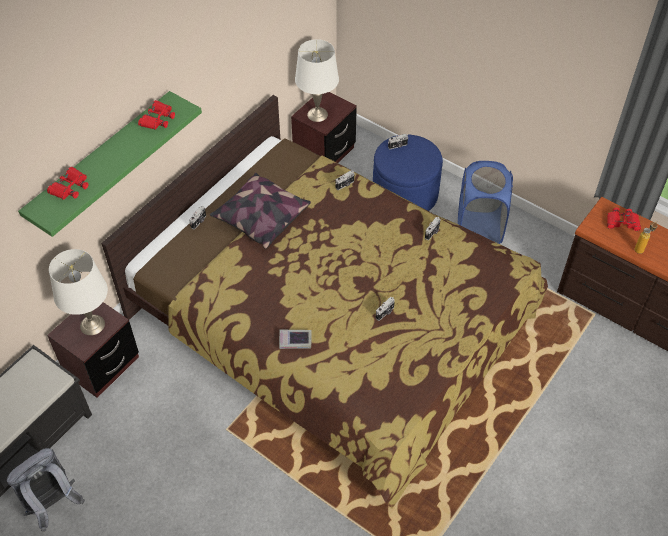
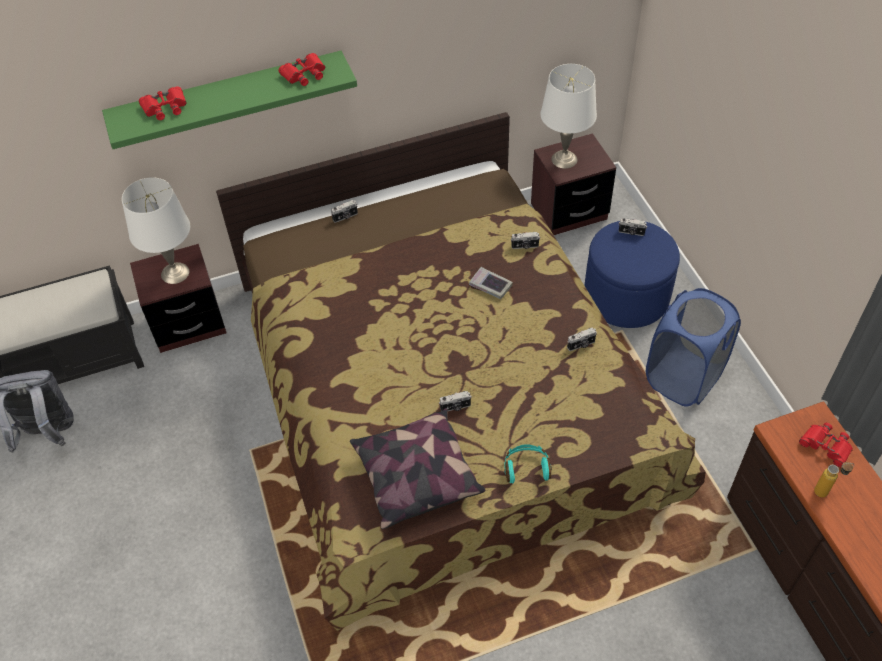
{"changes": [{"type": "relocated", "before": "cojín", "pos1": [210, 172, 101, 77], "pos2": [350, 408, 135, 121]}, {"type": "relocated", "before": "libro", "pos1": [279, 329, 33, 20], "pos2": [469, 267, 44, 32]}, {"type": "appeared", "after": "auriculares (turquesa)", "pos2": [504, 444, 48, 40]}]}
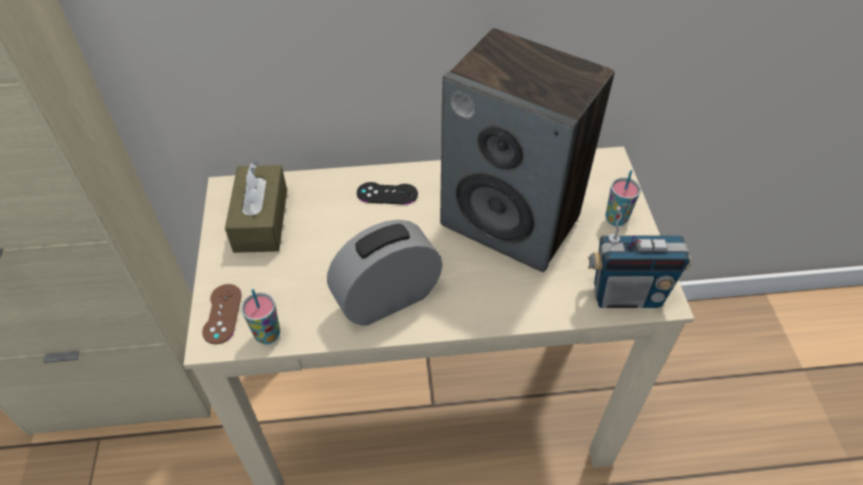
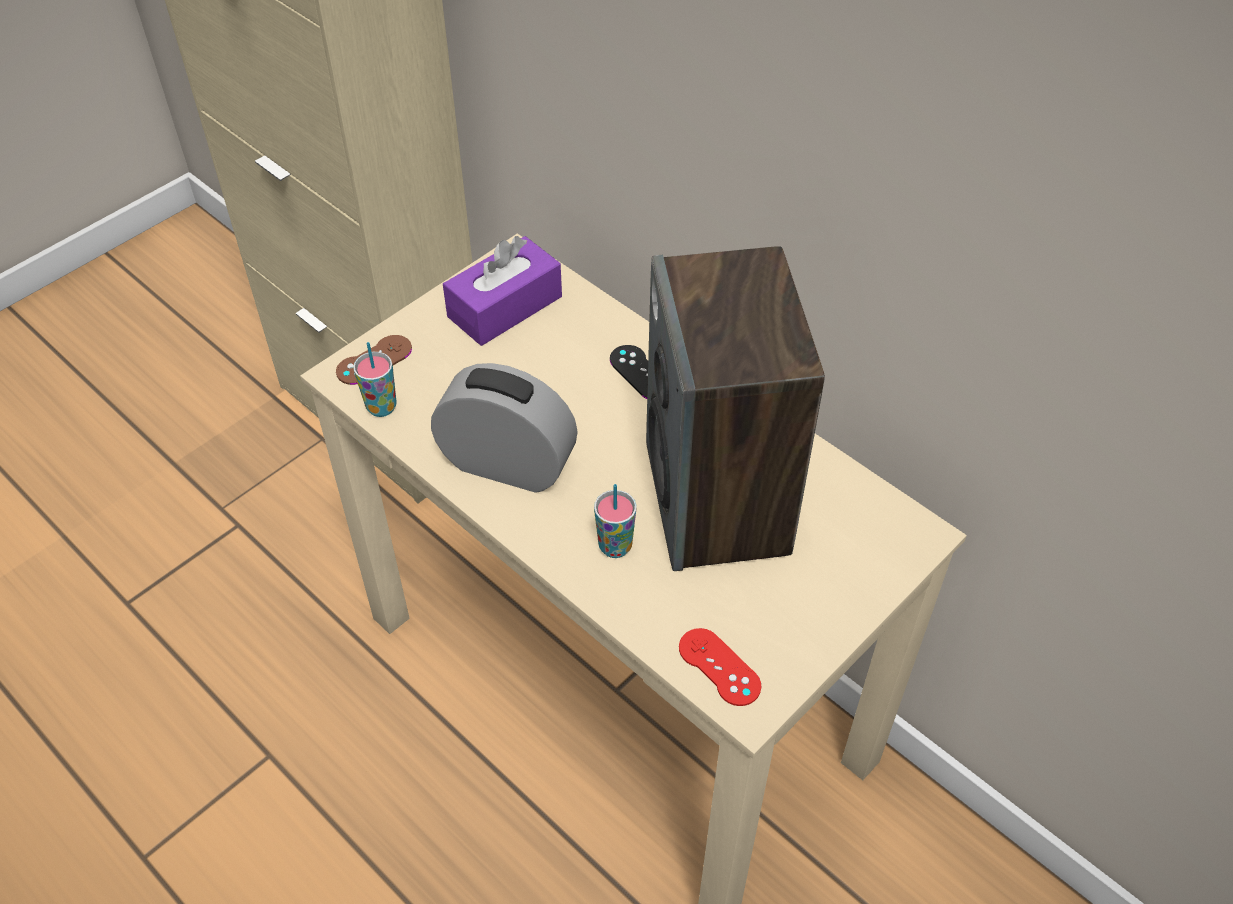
{"changes": [{"type": "colour", "before": "caja de pañuelos (marrón)", "after": "caja de pañuelos (morado)", "pos1": [225, 161, 62, 92], "pos2": [443, 236, 119, 110]}, {"type": "exchanged", "before": "radio", "after": "mando de consola (rojo)", "pos1": [588, 206, 104, 102], "pos2": [679, 628, 82, 78]}, {"type": "relocated", "before": "taza", "pos1": [606, 170, 35, 56], "pos2": [594, 484, 43, 74]}]}
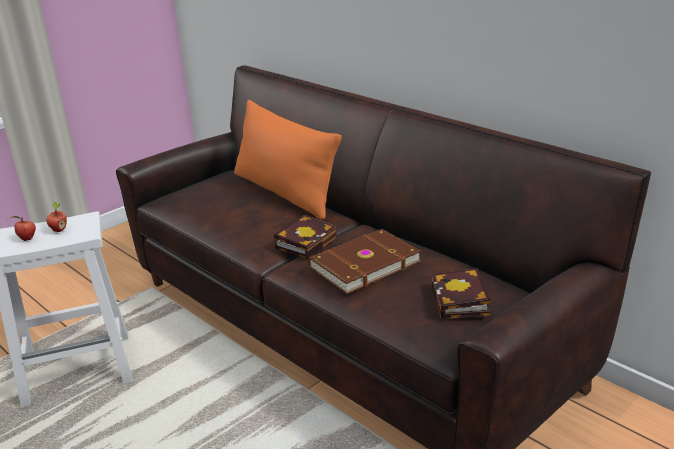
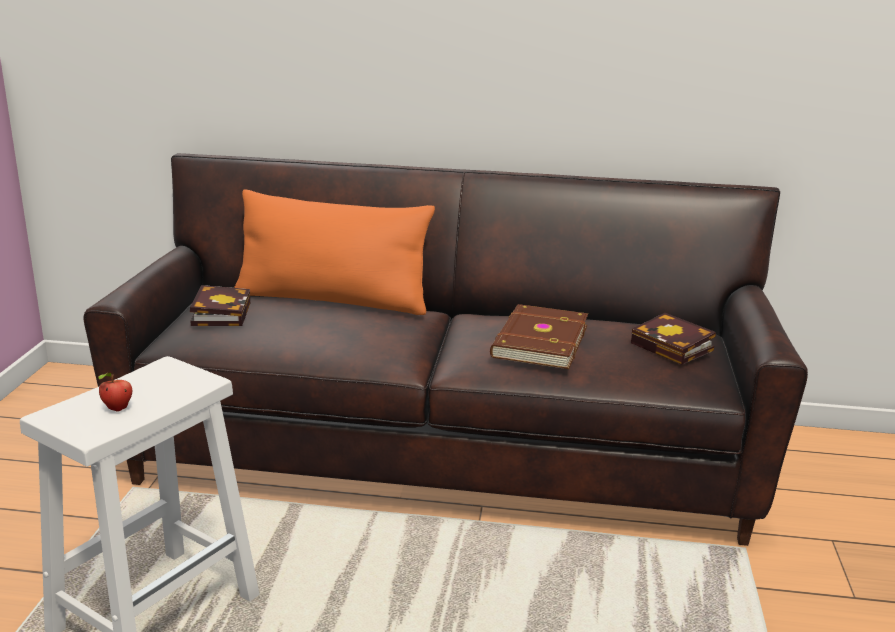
{"changes": [{"type": "missing", "before": "manzana", "pos1": [47, 202, 20, 30]}, {"type": "relocated", "before": "libro", "pos1": [274, 215, 63, 44], "pos2": [190, 285, 60, 41]}]}
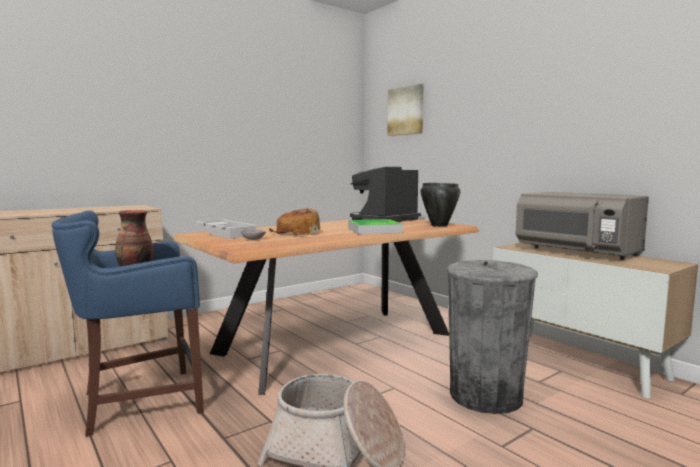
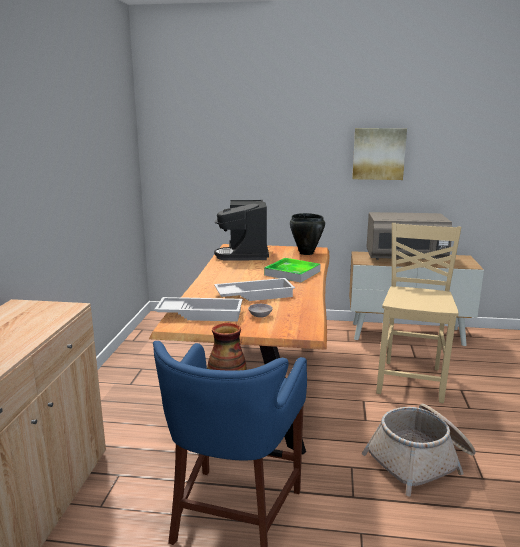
{"changes": [{"type": "exchanged", "before": "pan", "after": "bandeja (blanco)", "pos1": [269, 208, 51, 27], "pos2": [214, 278, 81, 23]}, {"type": "relocated", "before": "cuadro", "pos1": [387, 84, 37, 52], "pos2": [352, 128, 55, 52]}, {"type": "exchanged", "before": "papelera (gris)", "after": "silla (beis)", "pos1": [446, 260, 92, 154], "pos2": [376, 223, 85, 180]}]}
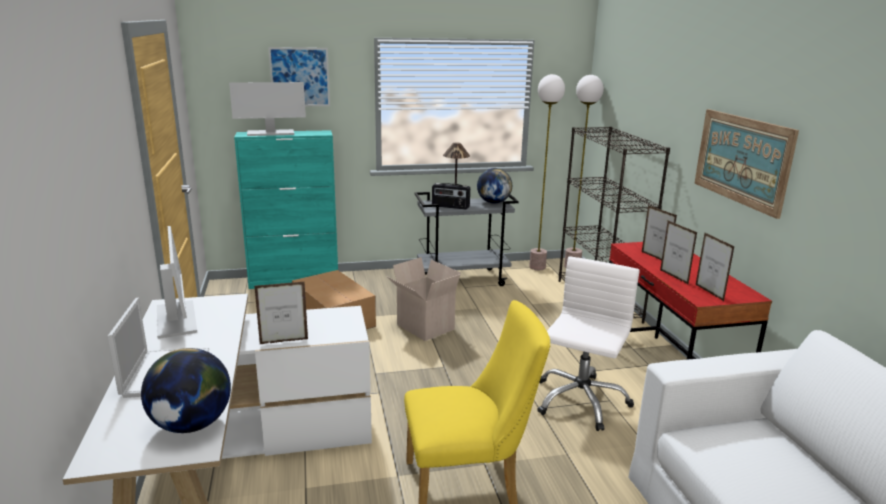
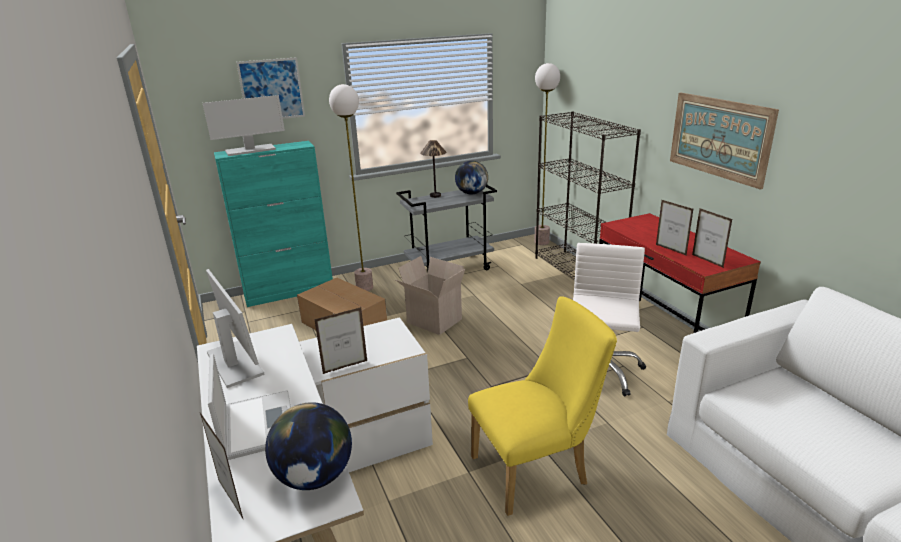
{"changes": [{"type": "missing", "before": "radio", "pos1": [432, 183, 38, 26]}, {"type": "relocated", "before": "lámpara de pie", "pos1": [529, 74, 36, 196], "pos2": [329, 84, 44, 207]}, {"type": "relocated", "before": "portarretratos", "pos1": [642, 205, 35, 56], "pos2": [200, 413, 43, 105]}]}
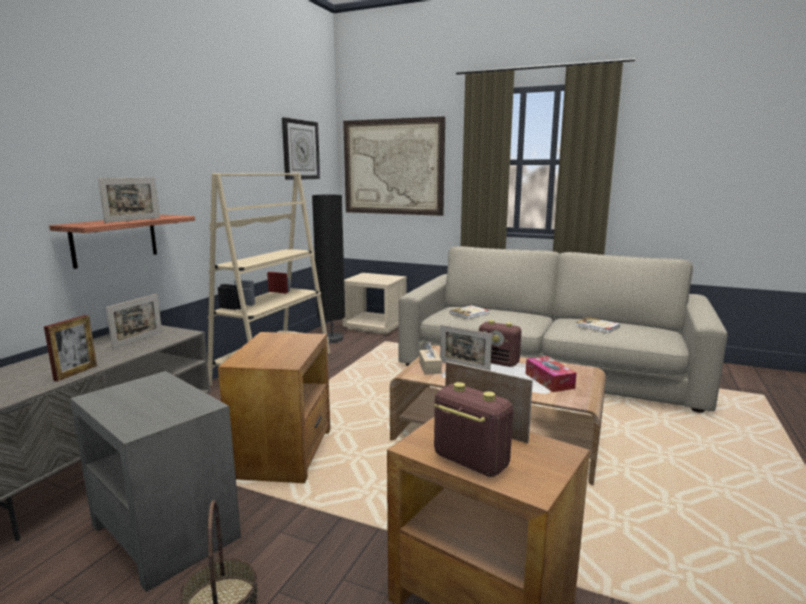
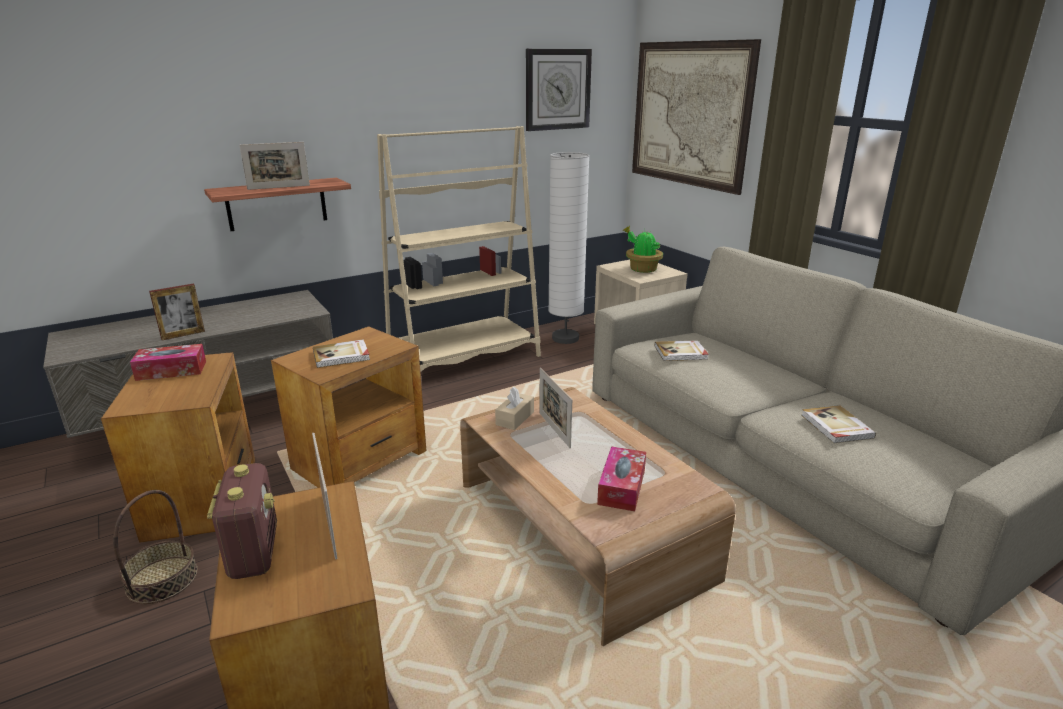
{"changes": [{"type": "colour", "before": "mesa auxiliar (gris)", "after": "mesa auxiliar (marrón)", "pos1": [70, 371, 171, 221], "pos2": [101, 352, 154, 191]}, {"type": "missing", "before": "portarretratos", "pos1": [106, 294, 56, 56]}, {"type": "colour", "before": "lámpara de pie (negro)", "after": "lámpara de pie (blanco)", "pos1": [312, 195, 33, 148], "pos2": [548, 152, 42, 192]}, {"type": "missing", "before": "radio", "pos1": [479, 320, 42, 47]}, {"type": "appeared", "after": "caja de pañuelos", "pos2": [130, 344, 76, 37]}, {"type": "appeared", "after": "libro", "pos2": [313, 340, 57, 28]}, {"type": "appeared", "after": "planta en maceta", "pos2": [622, 226, 41, 47]}]}
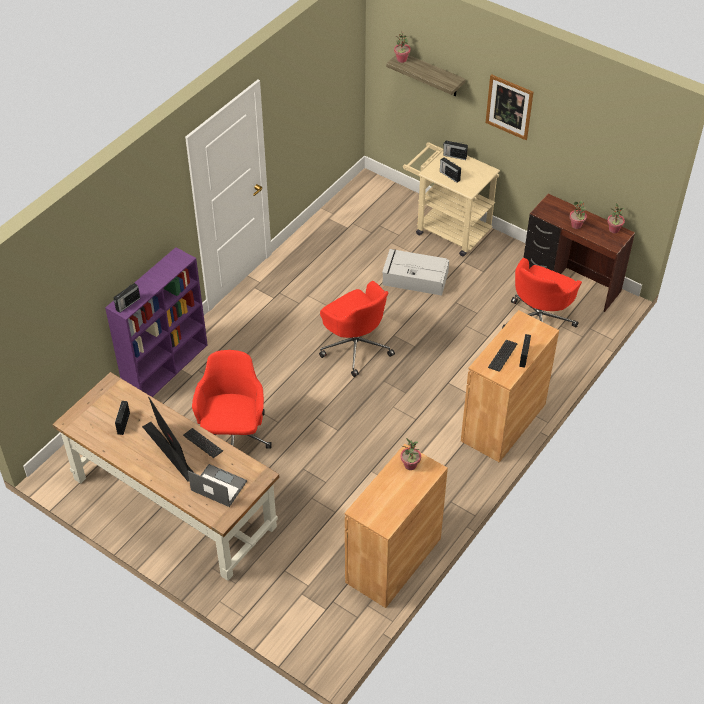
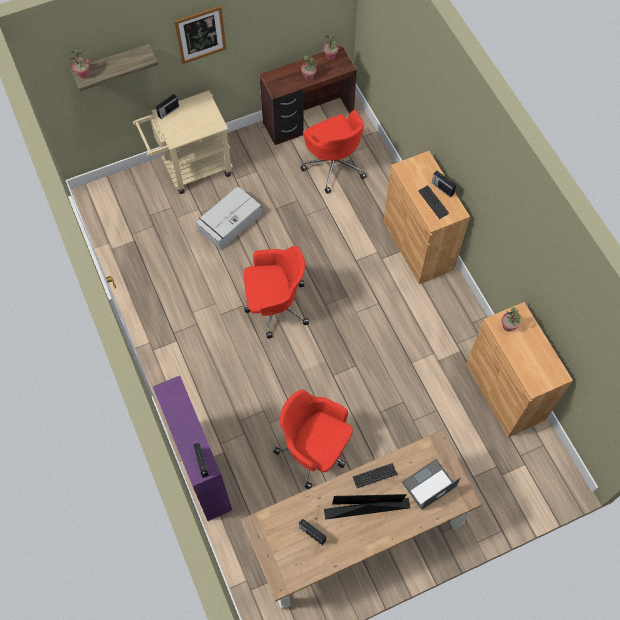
{"changes": [{"type": "missing", "before": "radio", "pos1": [440, 157, 21, 26]}]}
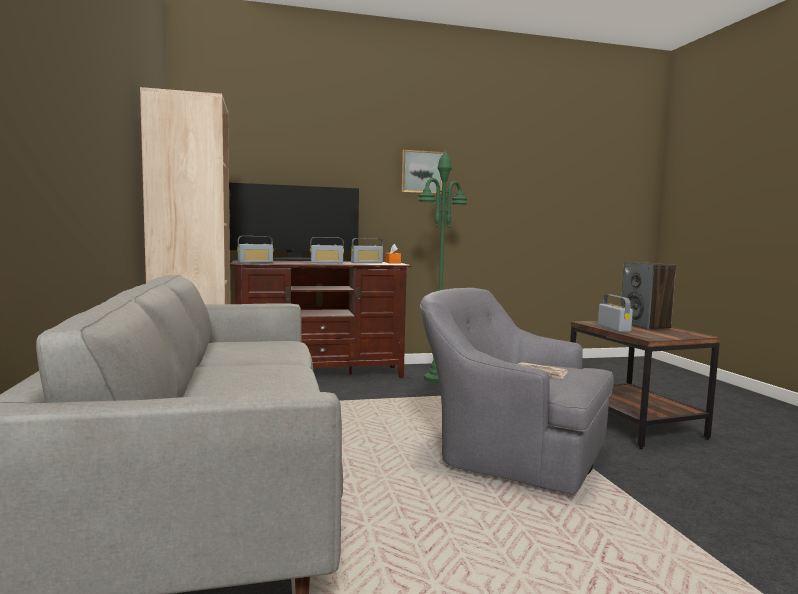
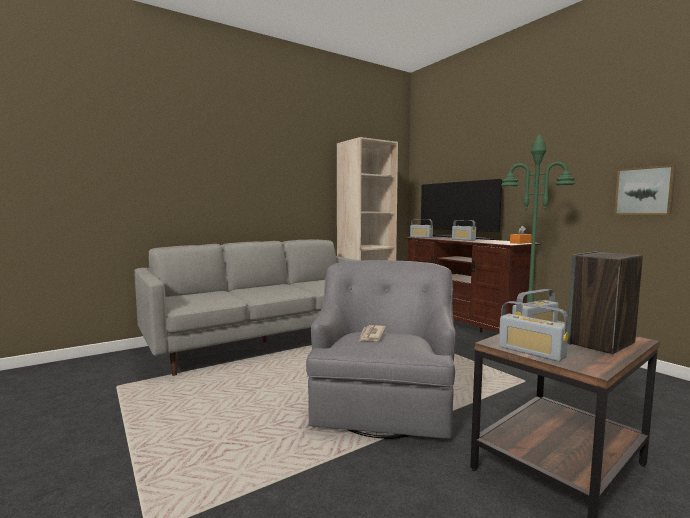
{"changes": [{"type": "relocated", "before": "radio", "pos1": [351, 238, 32, 25], "pos2": [499, 301, 70, 61]}, {"type": "relocated", "before": "cuadro", "pos1": [402, 150, 41, 44], "pos2": [614, 165, 62, 50]}]}
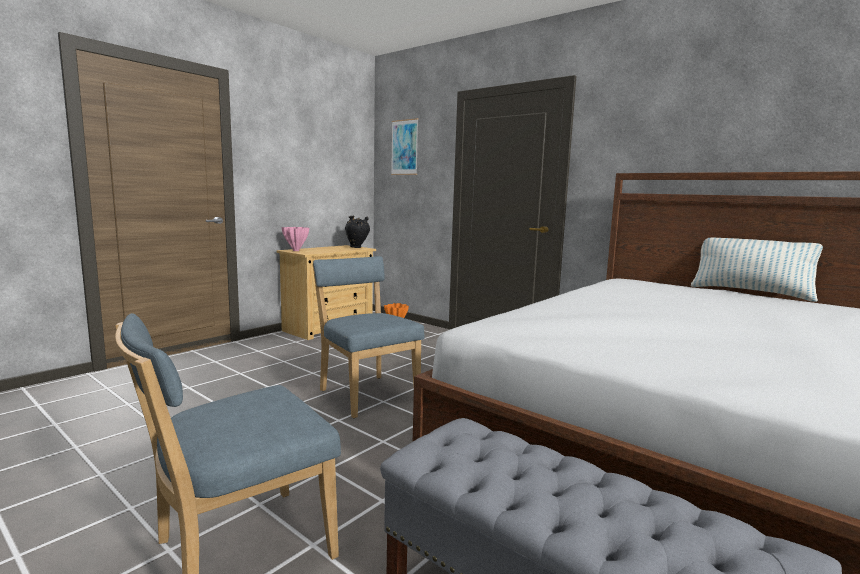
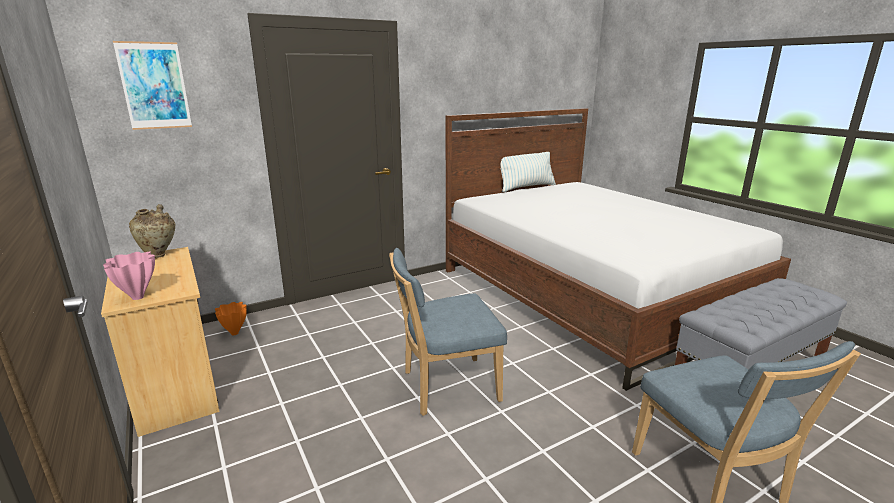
{"changes": [{"type": "colour", "before": "florero (negro)", "after": "florero (beis)", "pos1": [345, 216, 25, 32], "pos2": [129, 204, 47, 54]}]}
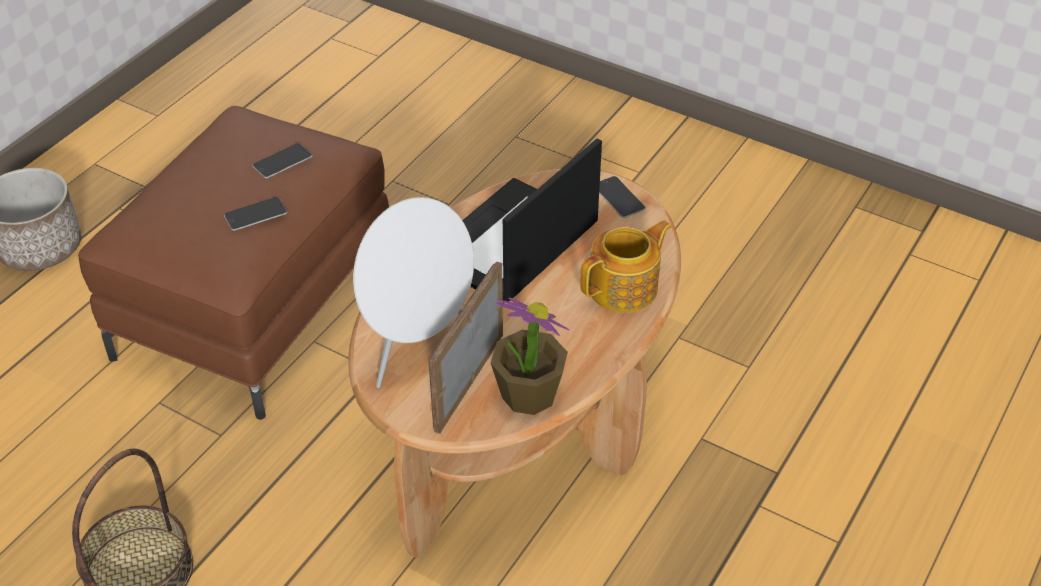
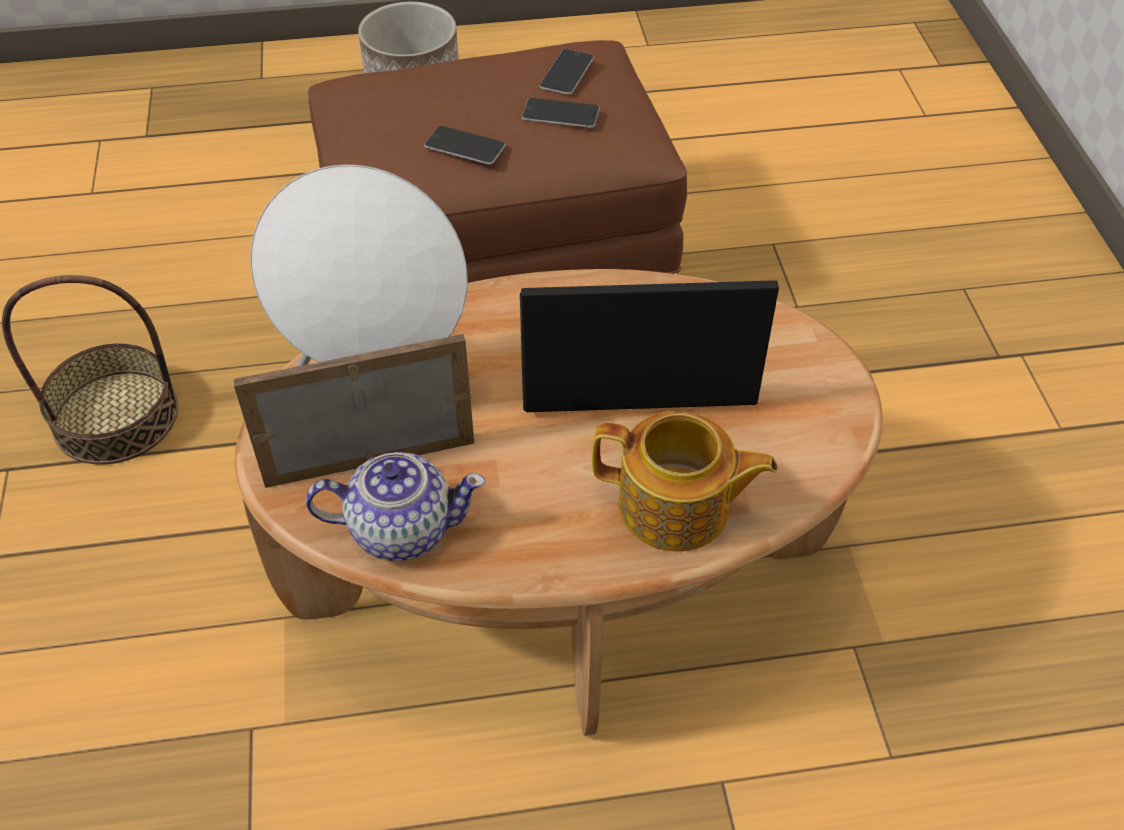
{"changes": [{"type": "exchanged", "before": "planta en maceta", "after": "tetera", "pos1": [491, 298, 78, 117], "pos2": [306, 452, 179, 109]}, {"type": "relocated", "before": "móvil", "pos1": [599, 176, 47, 42], "pos2": [539, 49, 55, 46]}]}
